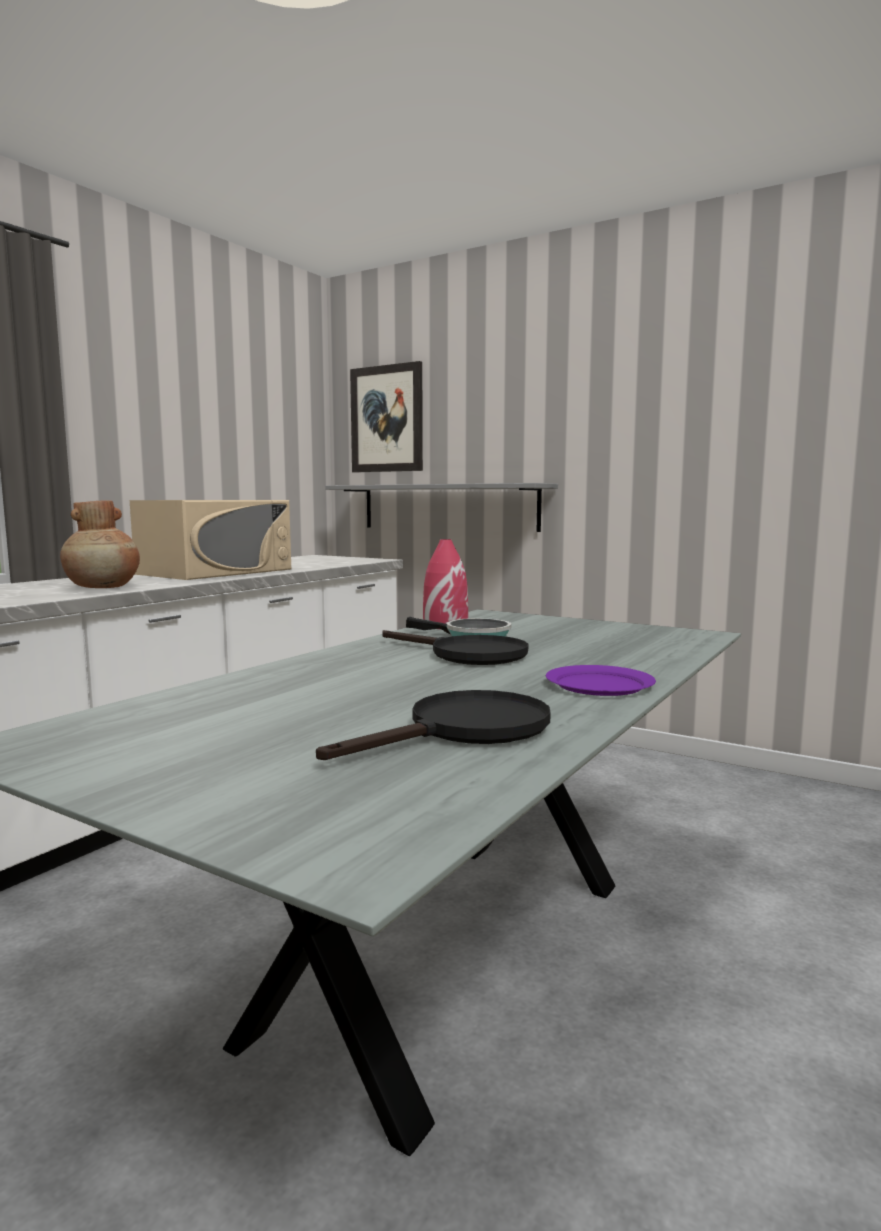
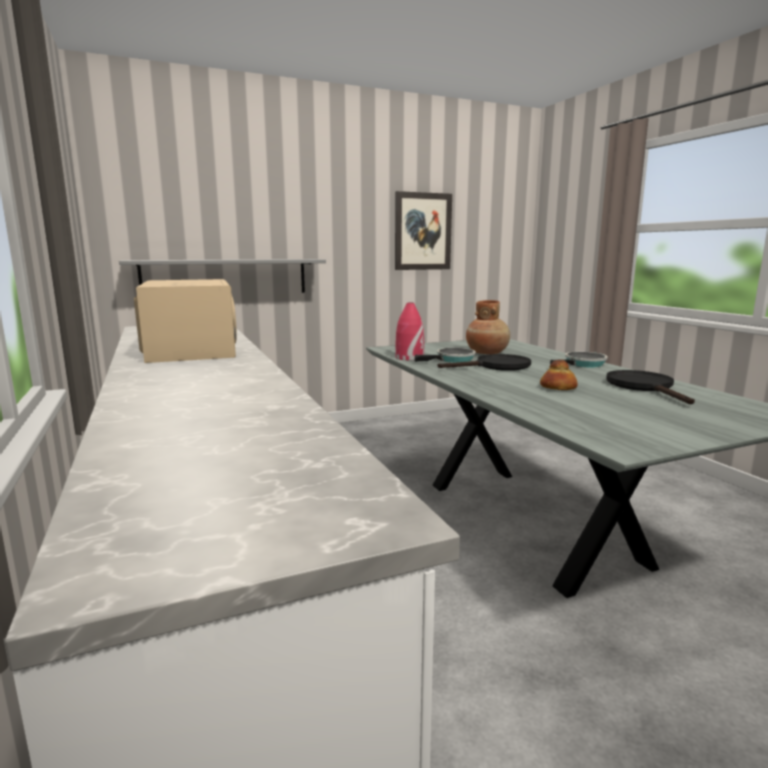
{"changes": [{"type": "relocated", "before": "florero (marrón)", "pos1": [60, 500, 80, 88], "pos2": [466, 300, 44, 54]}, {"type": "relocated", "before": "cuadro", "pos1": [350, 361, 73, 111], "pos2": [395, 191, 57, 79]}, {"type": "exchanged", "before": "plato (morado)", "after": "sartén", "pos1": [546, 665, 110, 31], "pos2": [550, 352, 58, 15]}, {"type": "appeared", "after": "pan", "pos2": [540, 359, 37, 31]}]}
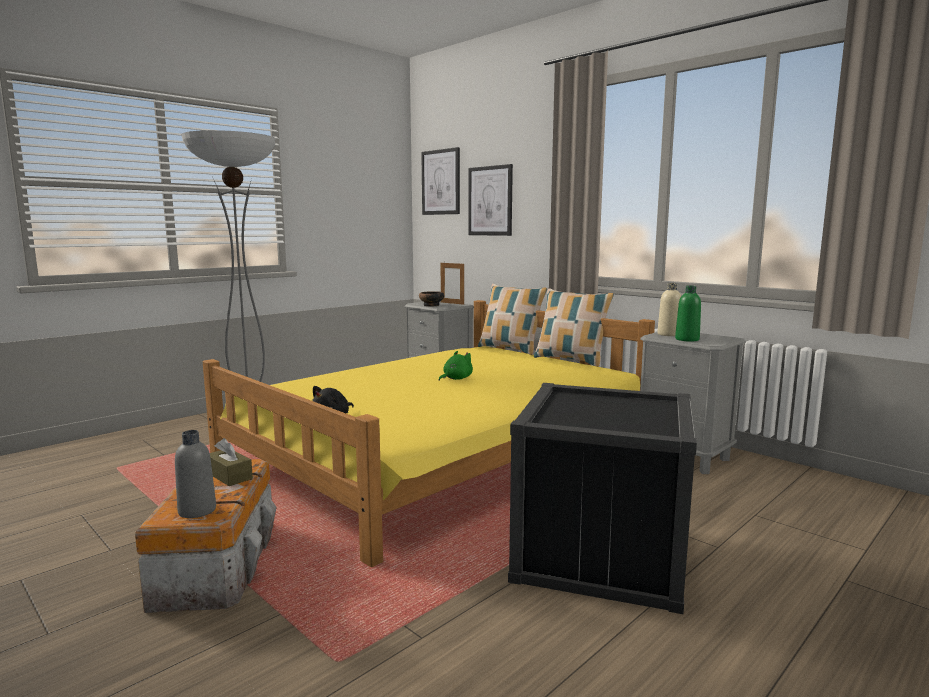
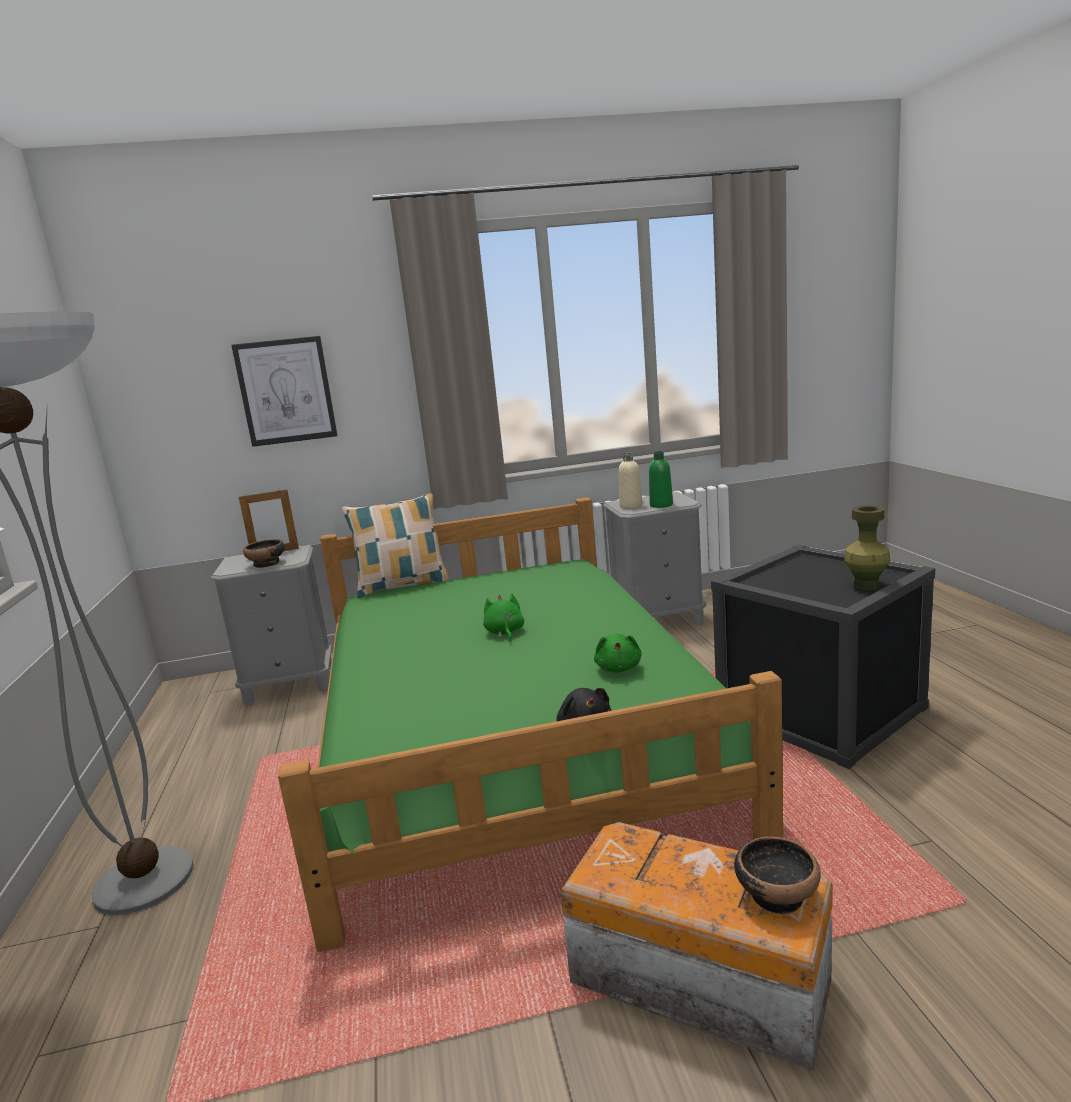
{"changes": [{"type": "exchanged", "before": "botella (gris)", "after": "cuenco", "pos1": [175, 430, 41, 88], "pos2": [734, 836, 87, 79]}, {"type": "colour", "before": "cama (amarillo)", "after": "cama (verde)", "pos1": [203, 300, 452, 267], "pos2": [278, 497, 505, 455]}, {"type": "missing", "before": "caja de pañuelos (marrón)", "pos1": [210, 438, 43, 48]}, {"type": "missing", "before": "cuadro", "pos1": [421, 147, 39, 68]}, {"type": "missing", "before": "cojín", "pos1": [534, 289, 80, 78]}, {"type": "appeared", "after": "peluche (verde)", "pos2": [594, 633, 48, 40]}, {"type": "appeared", "after": "florero (verde)", "pos2": [844, 505, 46, 85]}]}
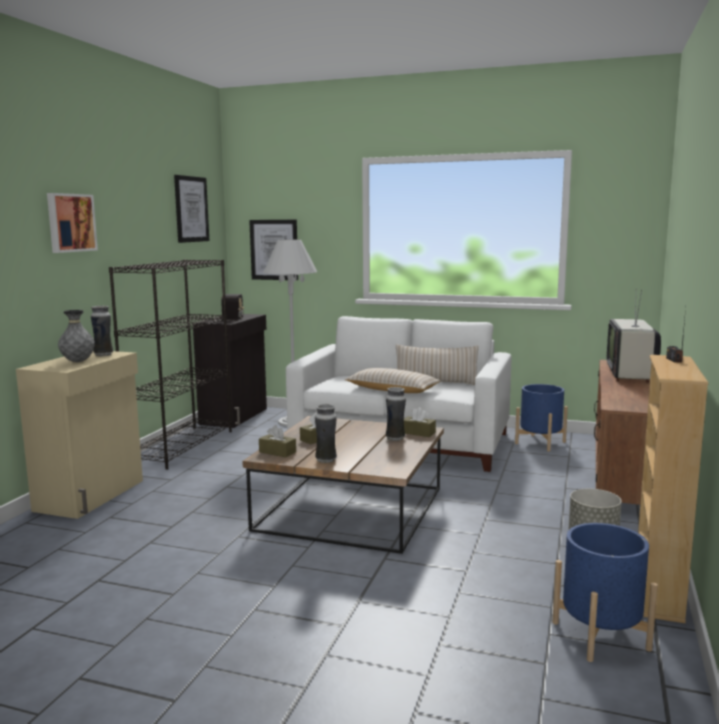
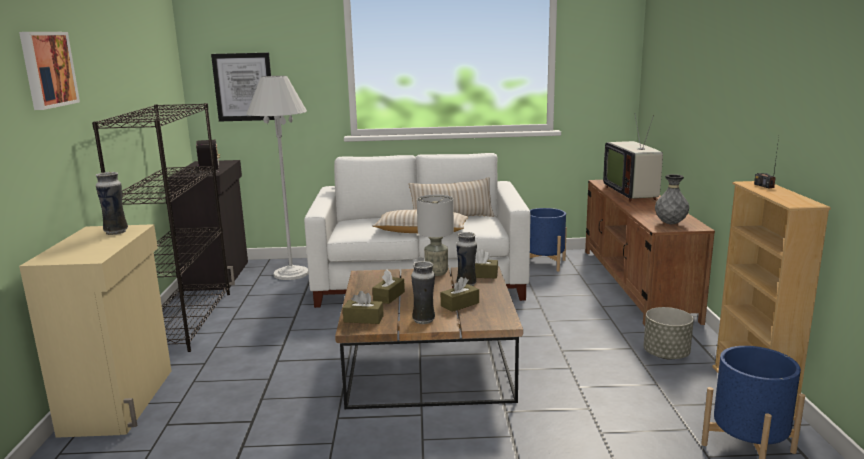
{"changes": [{"type": "relocated", "before": "florero (gris)", "pos1": [58, 310, 37, 52], "pos2": [655, 174, 34, 50]}, {"type": "missing", "before": "cuadro", "pos1": [174, 175, 35, 68]}, {"type": "appeared", "after": "lámpara de mesa (gris)", "pos2": [417, 194, 37, 82]}, {"type": "appeared", "after": "caja de pañuelos (marrón)", "pos2": [441, 277, 38, 35]}]}
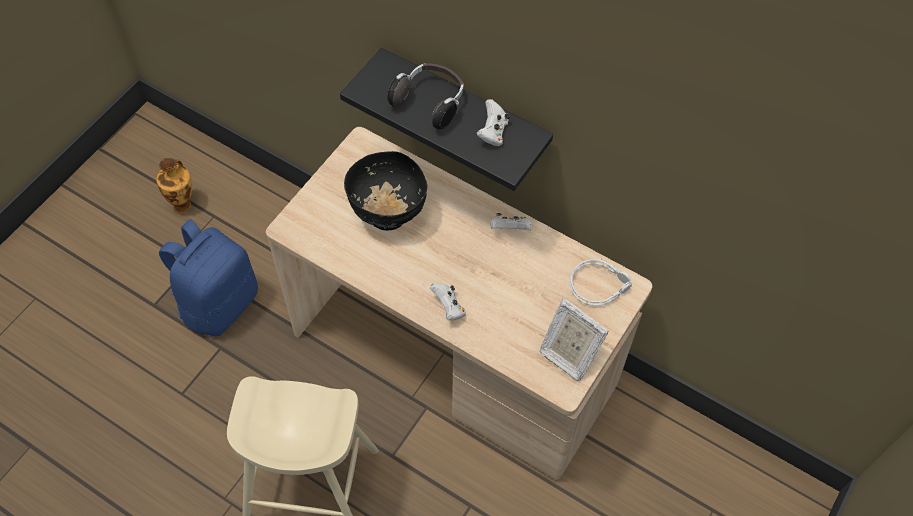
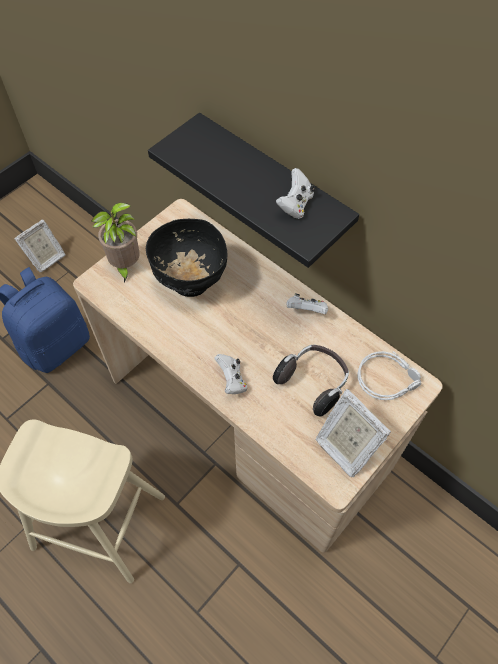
{"changes": [{"type": "exchanged", "before": "florero", "after": "portarretratos", "pos1": [156, 158, 36, 55], "pos2": [14, 219, 52, 53]}, {"type": "relocated", "before": "auriculares", "pos1": [387, 63, 77, 66], "pos2": [273, 345, 76, 71]}, {"type": "appeared", "after": "planta en maceta", "pos2": [92, 203, 48, 80]}]}
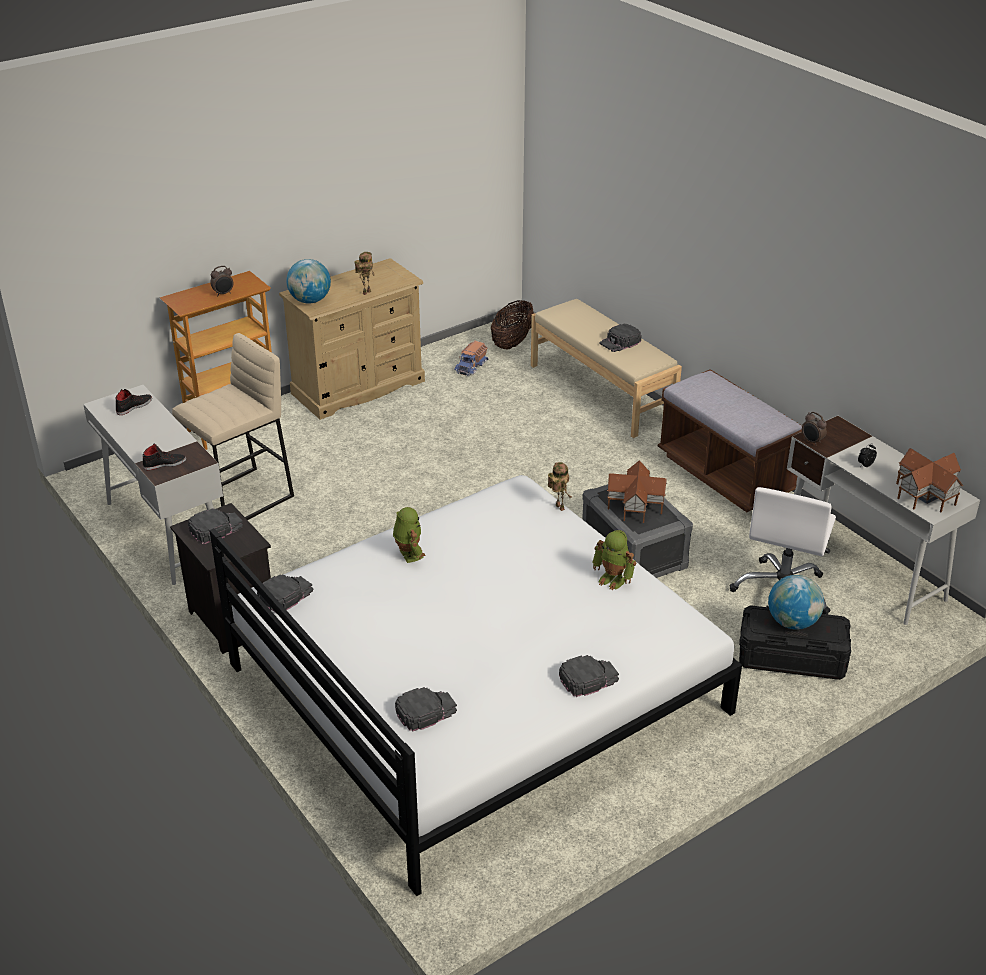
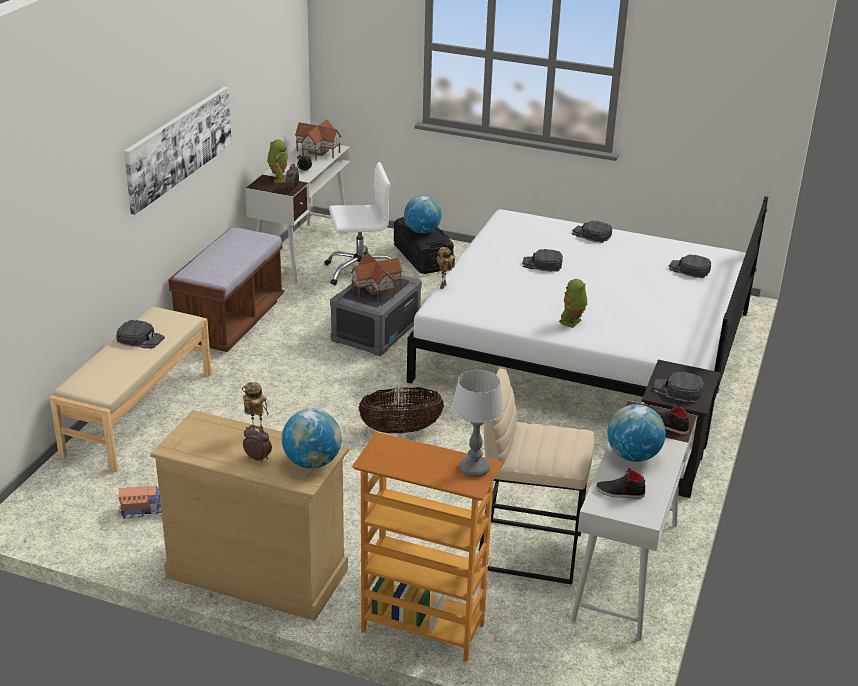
{"changes": [{"type": "relocated", "before": "despertador", "pos1": [210, 266, 23, 29], "pos2": [243, 425, 29, 38]}, {"type": "relocated", "before": "gorra (negro)", "pos1": [257, 574, 56, 39], "pos2": [522, 249, 41, 23]}, {"type": "relocated", "before": "cesta", "pos1": [491, 300, 43, 49], "pos2": [358, 387, 86, 47]}, {"type": "relocated", "before": "robot de juguete", "pos1": [592, 530, 45, 60], "pos2": [267, 140, 21, 43]}, {"type": "appeared", "after": "cuadro", "pos2": [124, 87, 108, 128]}, {"type": "appeared", "after": "lámpara de mesa", "pos2": [452, 370, 52, 107]}, {"type": "appeared", "after": "globo terráqueo", "pos2": [607, 404, 59, 58]}]}
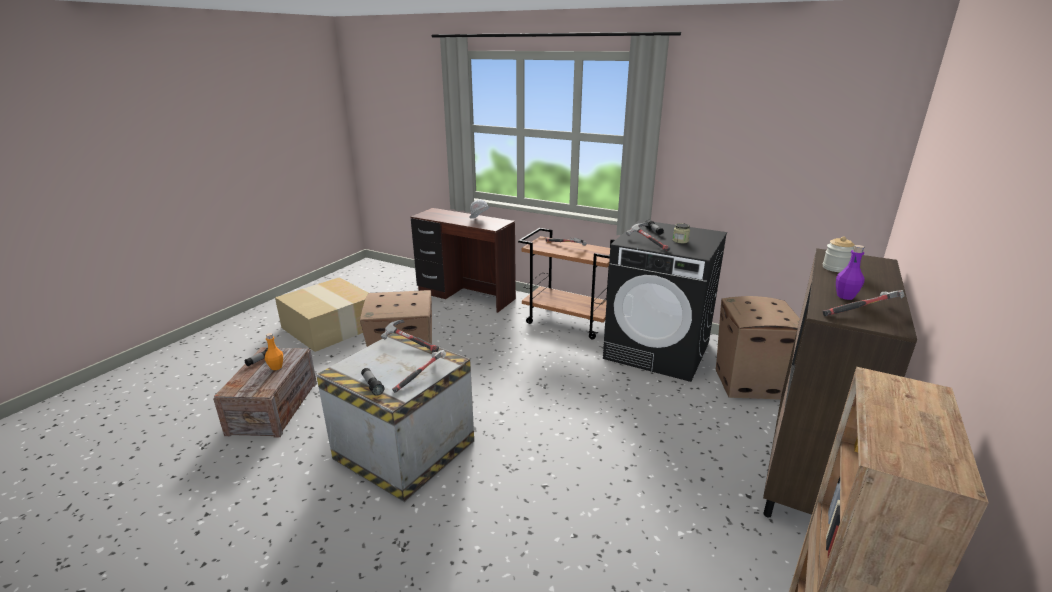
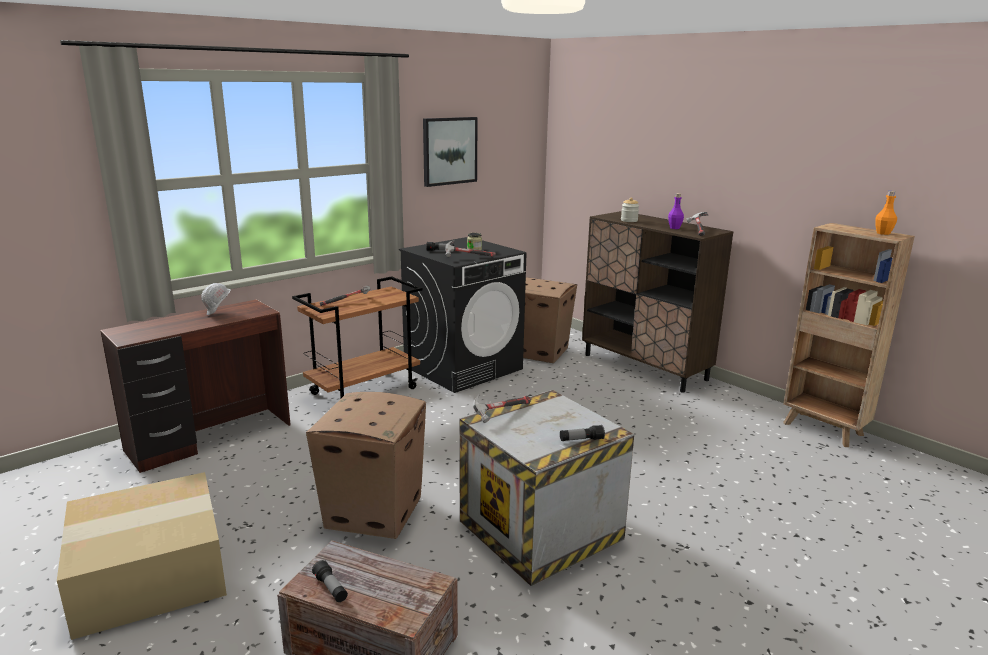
{"changes": [{"type": "relocated", "before": "botella (naranja)", "pos1": [265, 333, 18, 37], "pos2": [875, 191, 22, 44]}, {"type": "missing", "before": "martillo", "pos1": [392, 350, 54, 43]}, {"type": "appeared", "after": "cuadro", "pos2": [423, 117, 55, 70]}]}
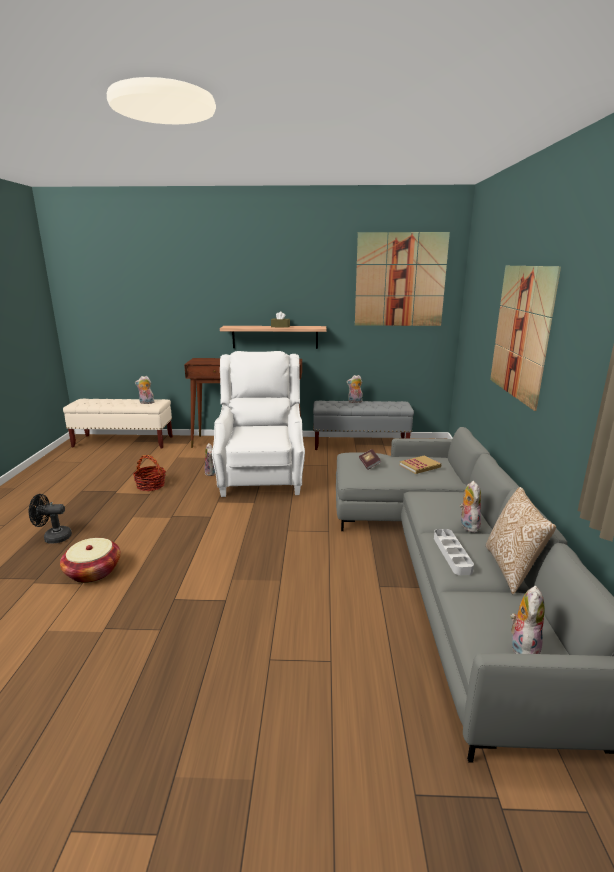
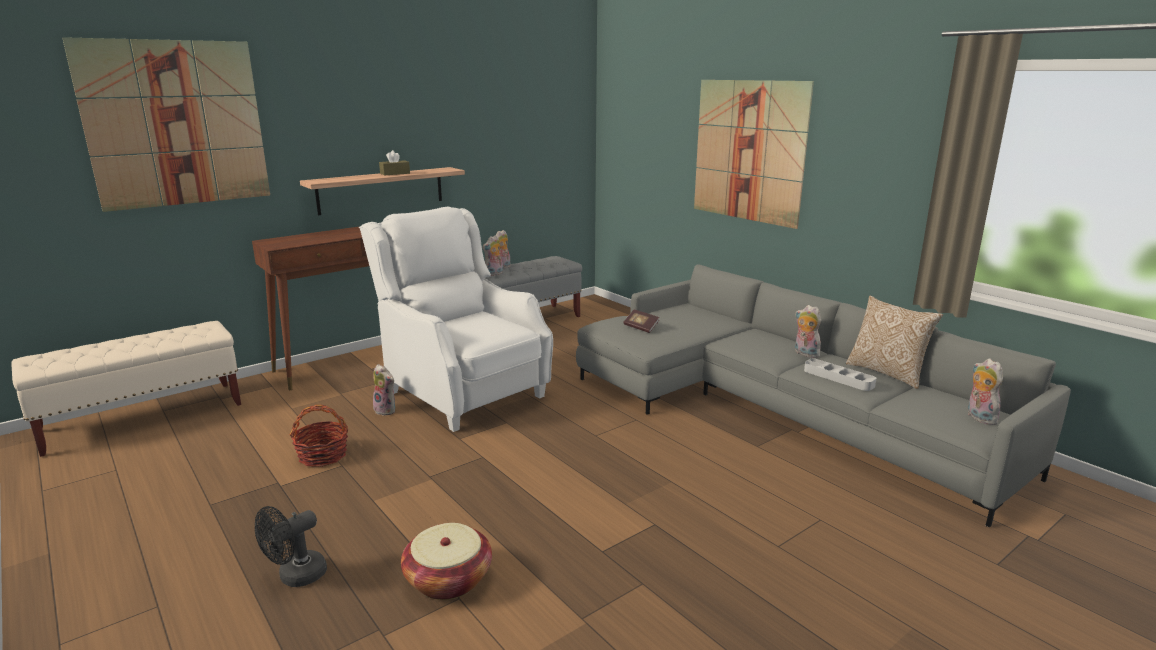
{"changes": [{"type": "relocated", "before": "peluche", "pos1": [135, 376, 20, 28], "pos2": [482, 235, 21, 41]}, {"type": "relocated", "before": "cuadro", "pos1": [355, 232, 95, 94], "pos2": [62, 37, 208, 175]}, {"type": "missing", "before": "libro", "pos1": [400, 455, 41, 19]}]}
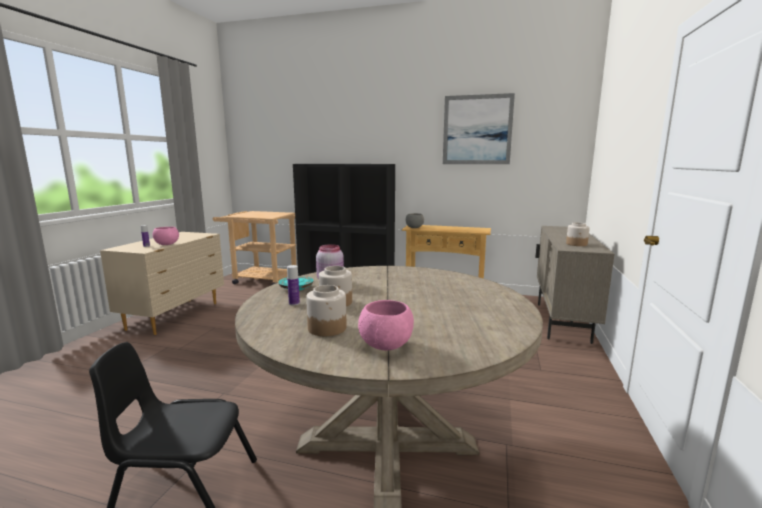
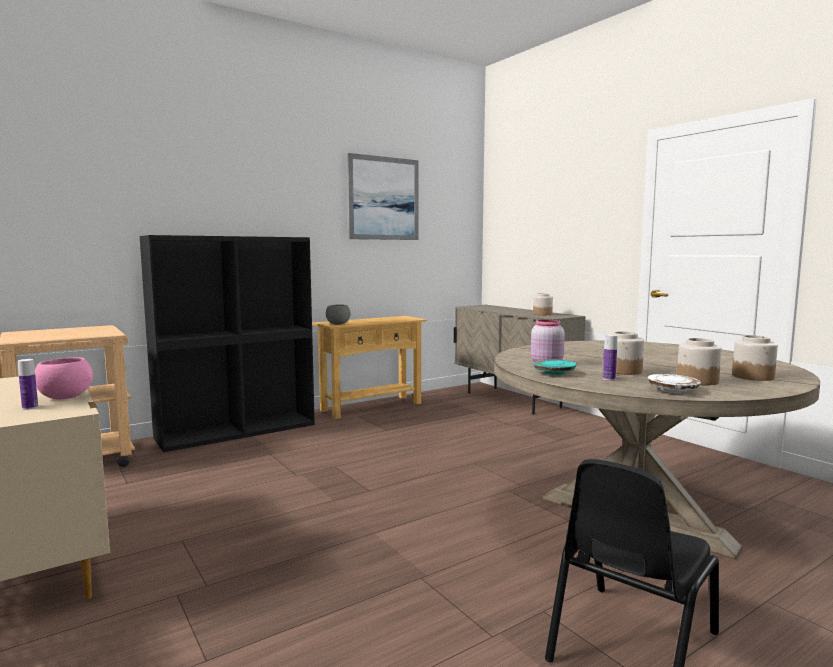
{"changes": [{"type": "exchanged", "before": "cuenco (rosa)", "after": "tarro", "pos1": [358, 300, 56, 50], "pos2": [732, 335, 46, 46]}, {"type": "appeared", "after": "plato (blanco)", "pos2": [648, 374, 53, 19]}]}
